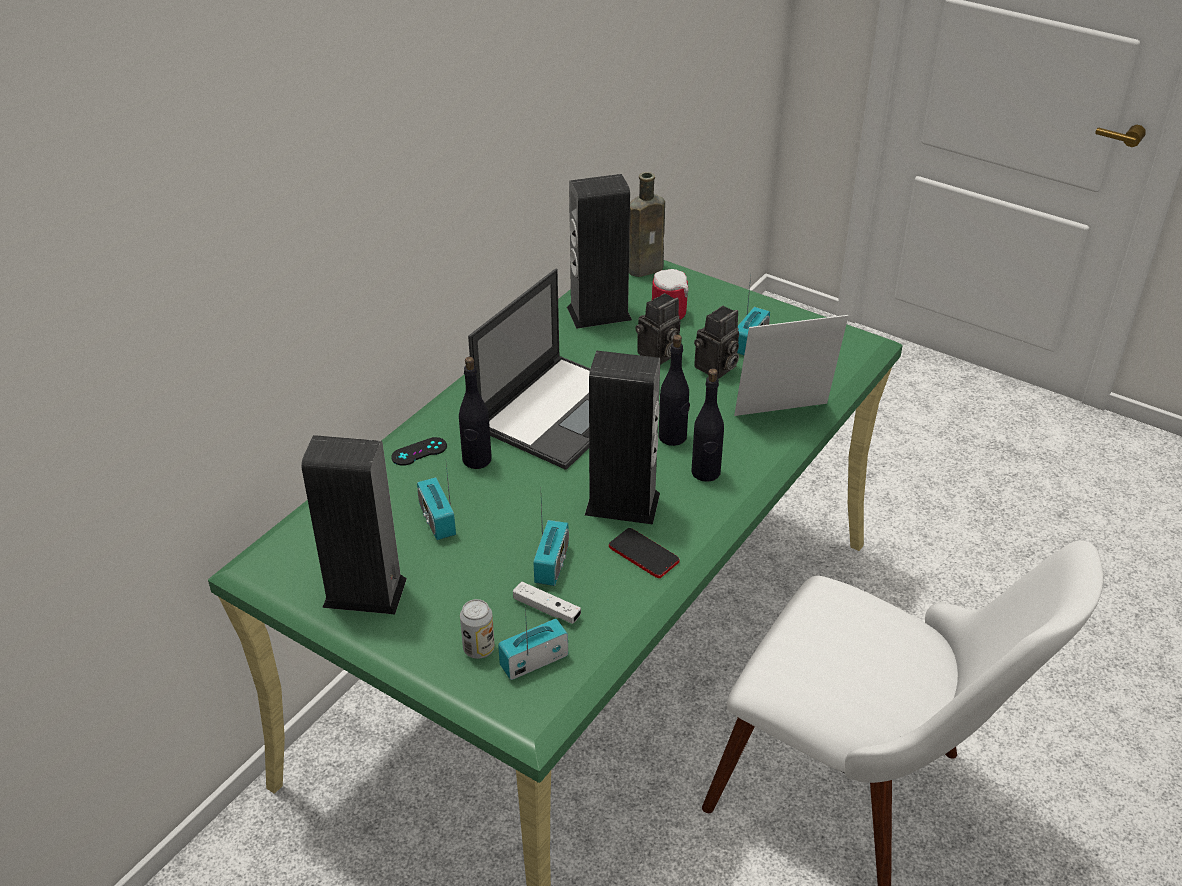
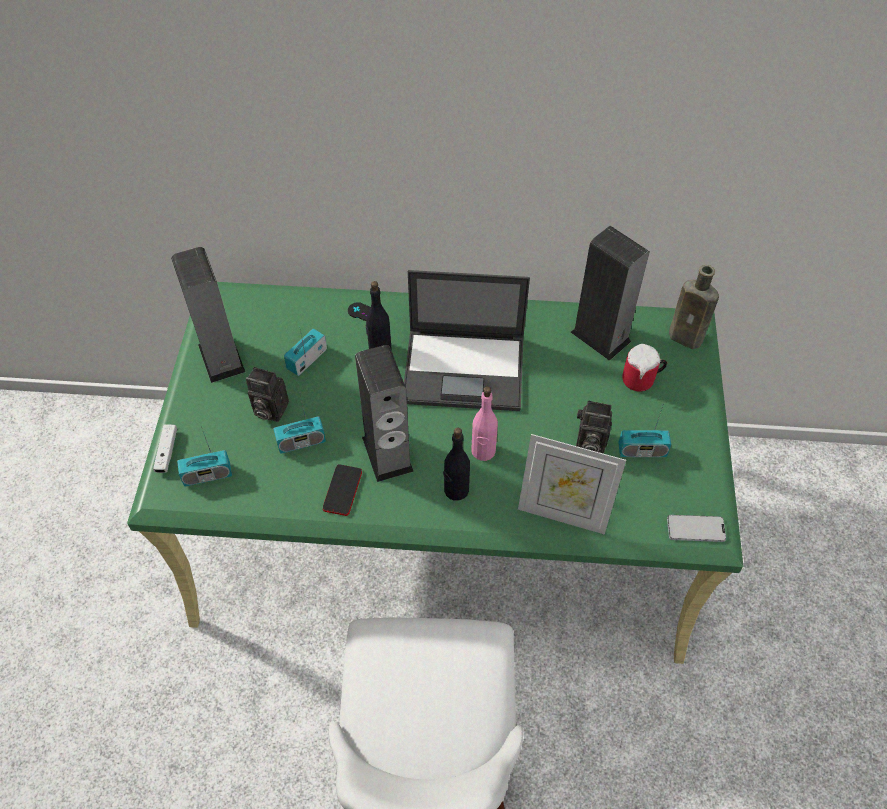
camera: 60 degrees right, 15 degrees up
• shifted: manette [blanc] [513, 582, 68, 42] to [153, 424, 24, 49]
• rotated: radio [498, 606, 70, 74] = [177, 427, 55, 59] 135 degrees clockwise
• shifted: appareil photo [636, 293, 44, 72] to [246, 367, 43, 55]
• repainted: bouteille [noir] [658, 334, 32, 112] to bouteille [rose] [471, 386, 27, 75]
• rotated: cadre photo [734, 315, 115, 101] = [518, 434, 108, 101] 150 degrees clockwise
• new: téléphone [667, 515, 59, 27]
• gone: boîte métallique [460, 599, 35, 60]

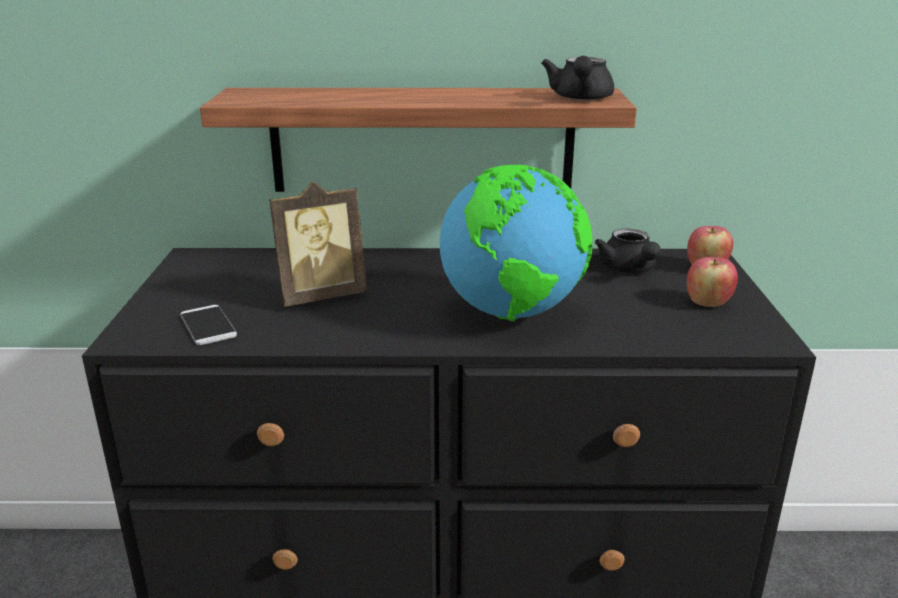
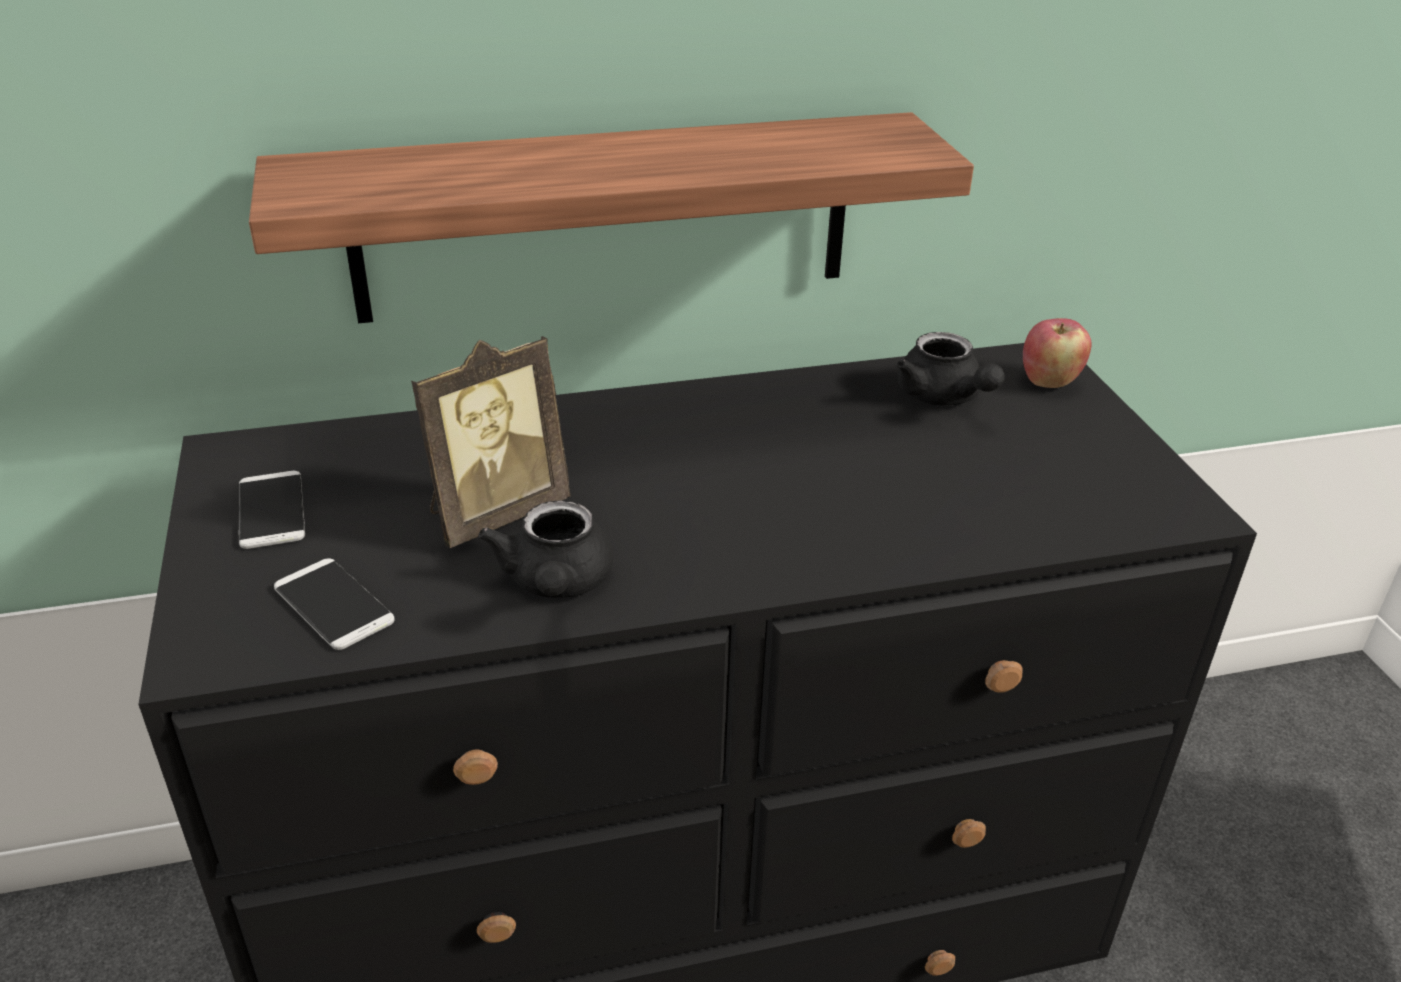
camera: 15 degrees left, 10 degrees up
• new: téléphone [239, 471, 66, 78]
• shifted: théière [noir] [541, 56, 73, 45] to [478, 500, 135, 98]
• gone: globe [440, 164, 152, 158]
• gone: pomme [687, 257, 51, 50]

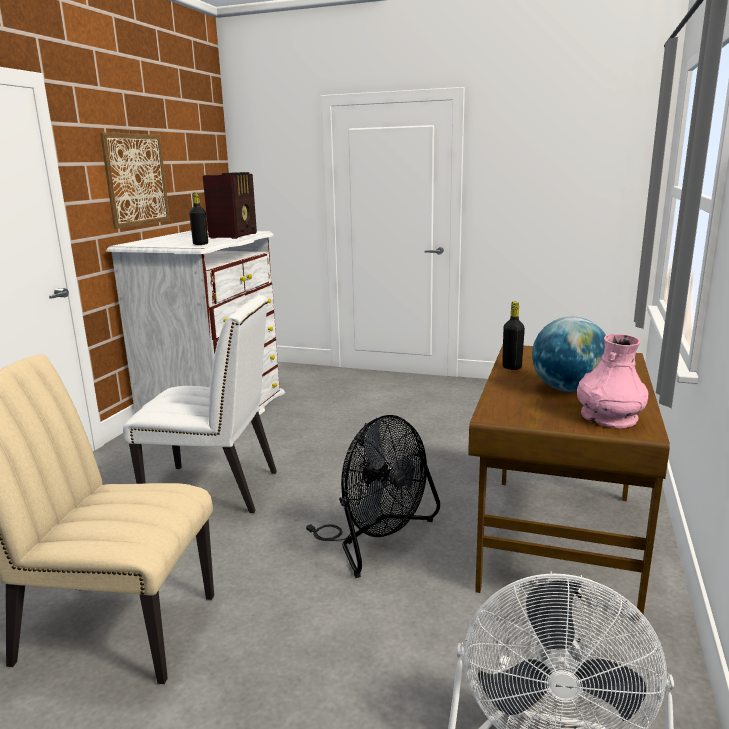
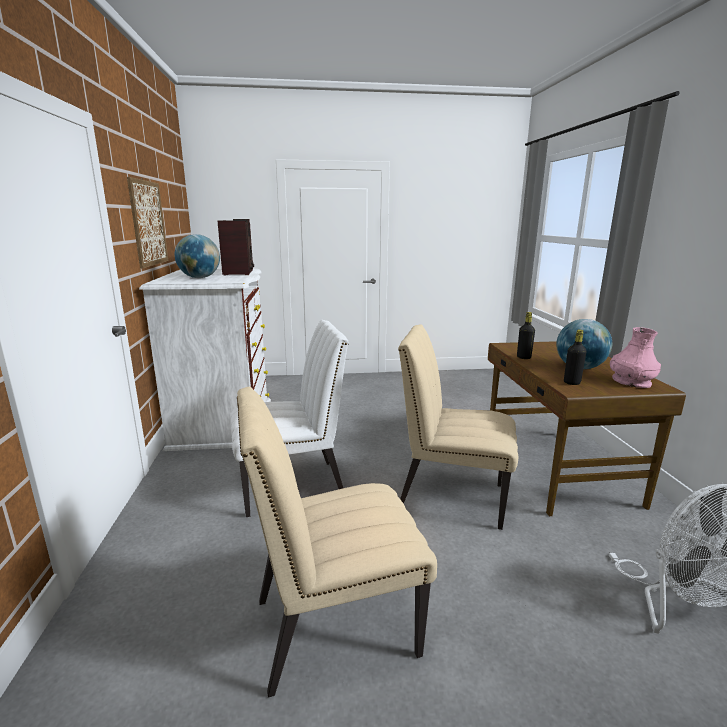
camera: 25 degrees left, 0 degrees up
• new: globe [175, 234, 45, 44]
• swapped: ventilateur [noir] [306, 415, 134, 163] to chaise [beige] [398, 324, 120, 206]
• shifted: bouteille [noir] [189, 192, 19, 53] to [564, 330, 22, 55]

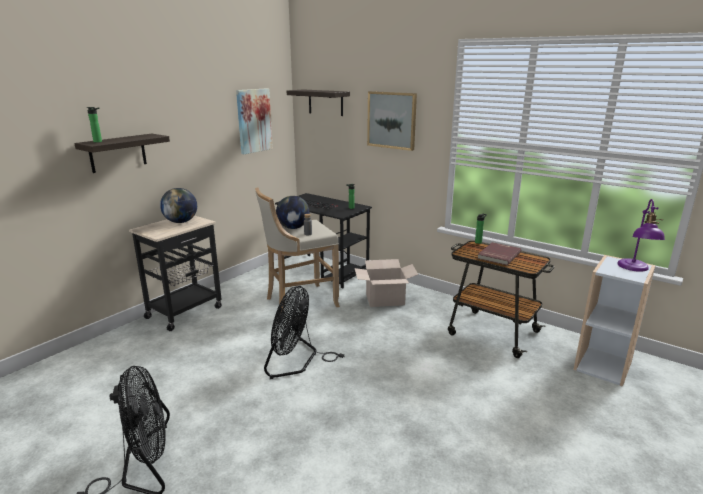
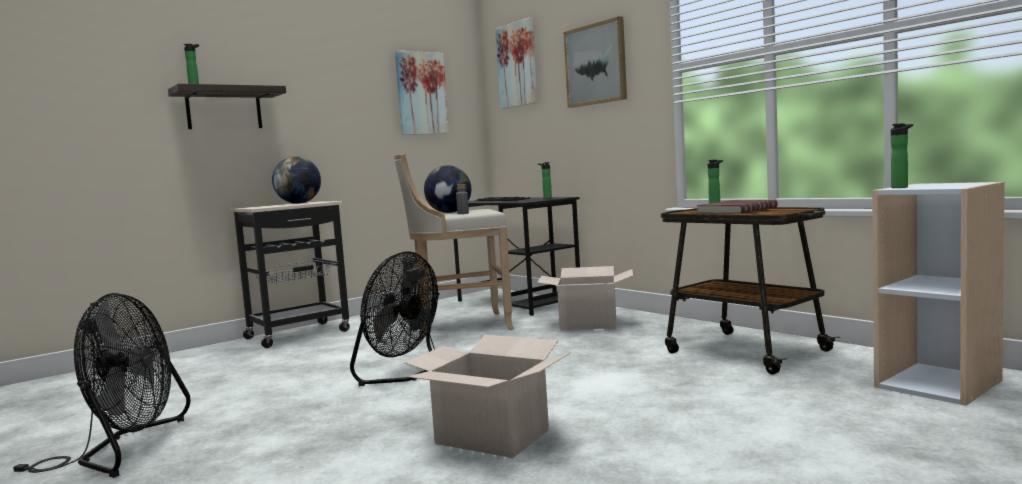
camera: 15 degrees right, 15 degrees down
• new: carton [404, 335, 167, 123]
• swapped: étagère [287, 89, 63, 27] to tableau [495, 17, 43, 92]
• new: bouteille [891, 123, 22, 65]
• gone: lampe de table [violet] [617, 199, 48, 73]

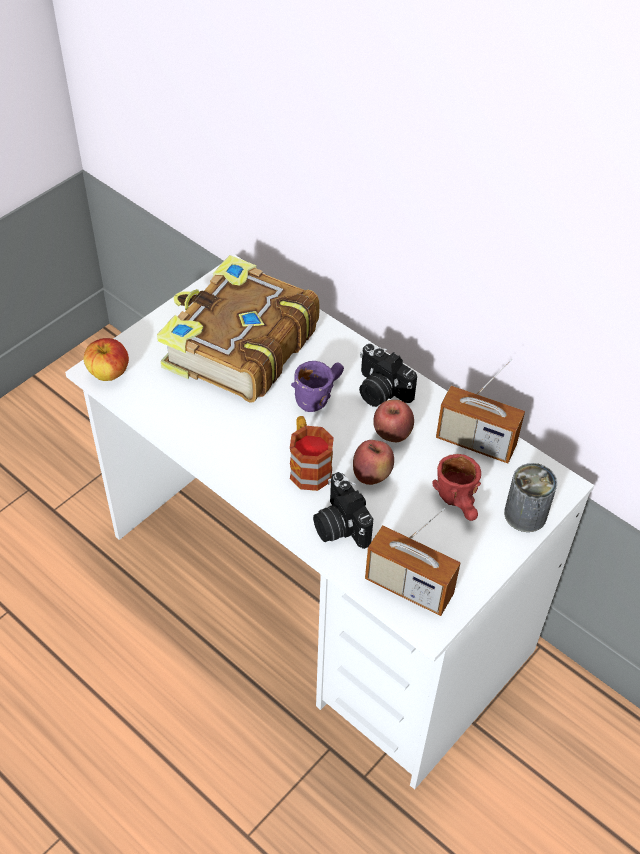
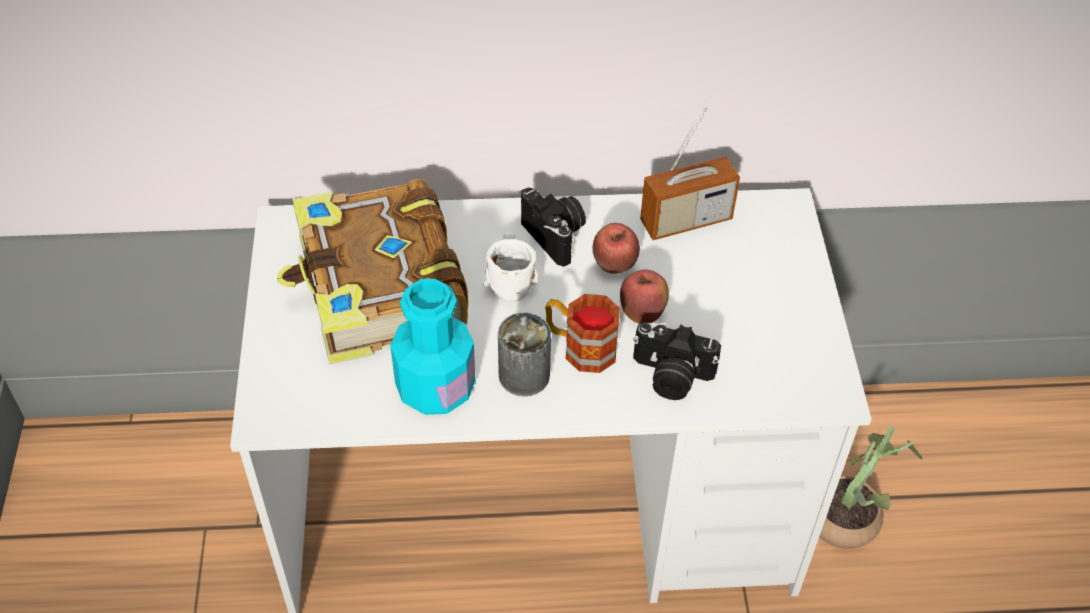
camera: 45 degrees left, 0 degrees up
• new: bouteille [turquoise] [390, 279, 85, 136]
• repainted: mug [violet] [291, 361, 53, 51] to mug [blanc] [483, 232, 55, 70]
• shifted: boîte métallique [504, 463, 53, 69] to [498, 312, 53, 84]
• rotated: appareil photo [359, 344, 58, 63] = [521, 187, 65, 80] 120 degrees counterclockwise
• new: plante en pot [819, 426, 103, 123]
• gone: pomme [84, 338, 45, 43]
• gone: radio [365, 508, 96, 108]
• gone: mug [rouge] [433, 454, 48, 67]

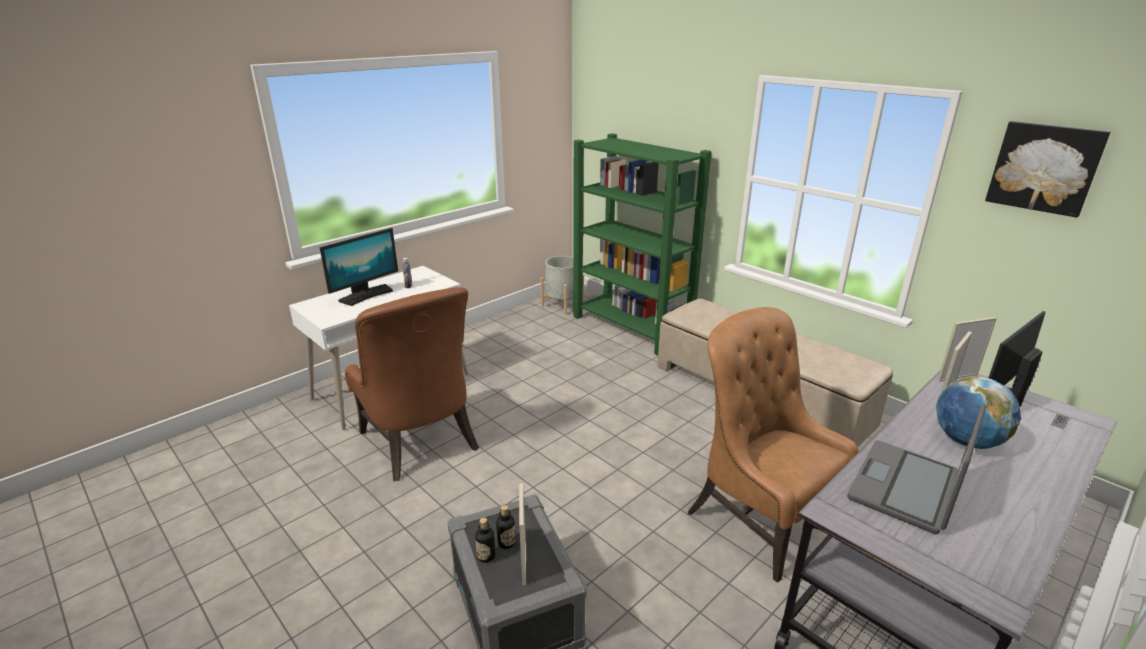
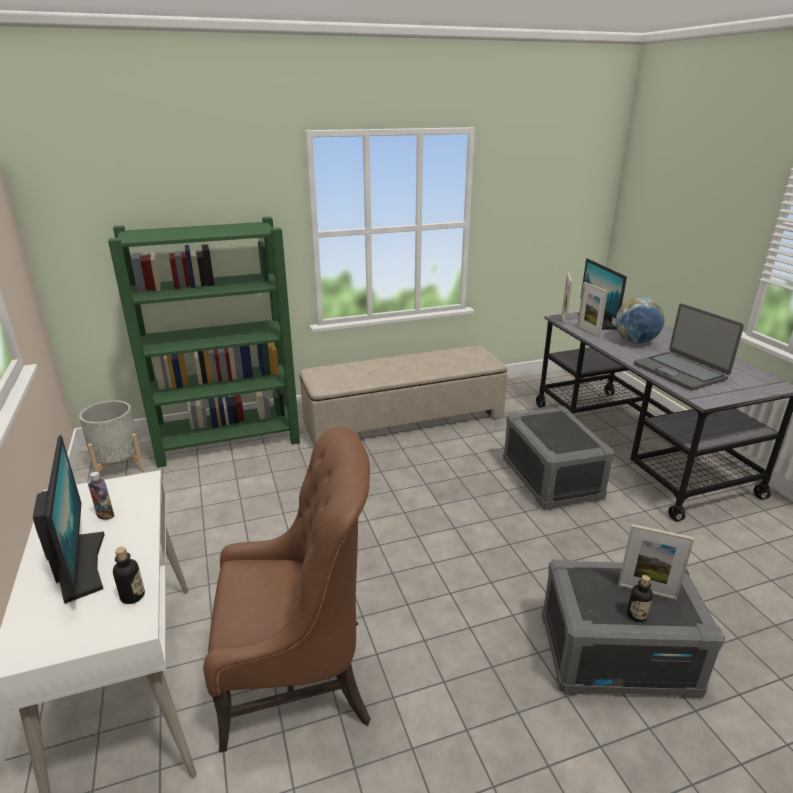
camera: 65 degrees left, 0 degrees up
• shifted: bouteille [496, 505, 20, 44] to [113, 547, 32, 57]
• swapped: chaise [marron] [687, 307, 172, 276] to boîte de rangement [gris] [503, 406, 112, 104]
• gone: tableau [985, 121, 126, 97]

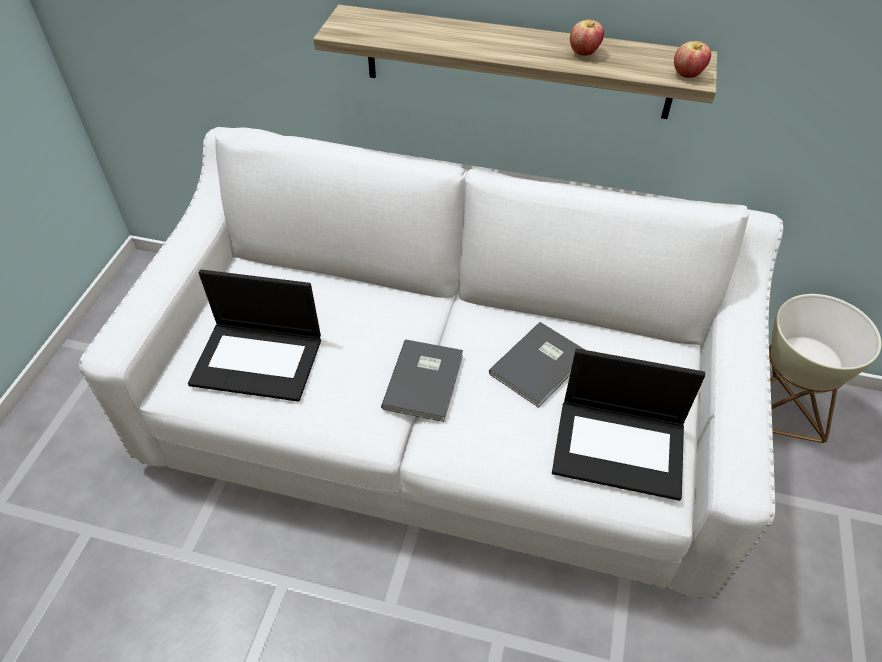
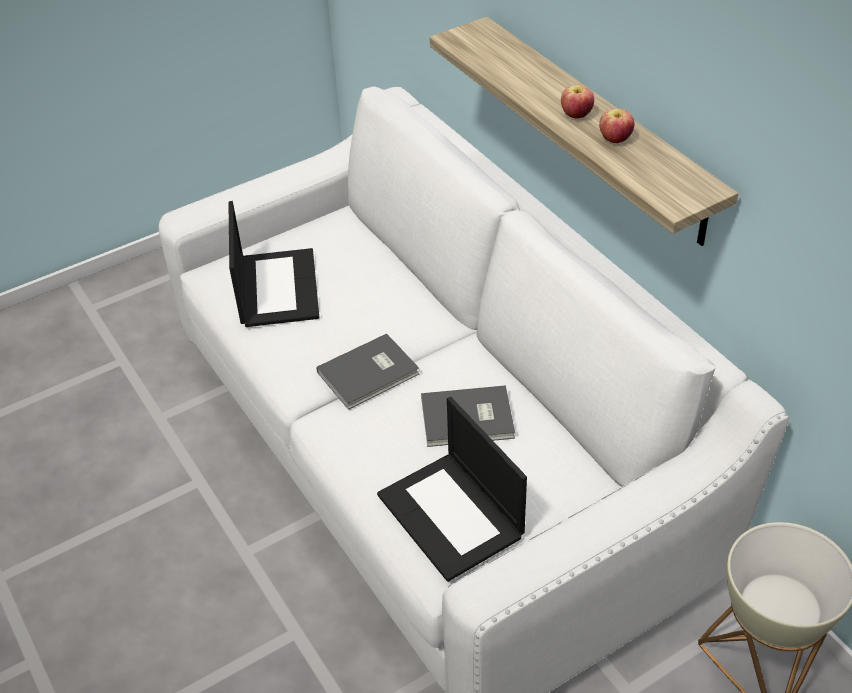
camera: 45 degrees right, 5 degrees down
• rotated: ordinateur portable [188, 270, 133, 132] = [228, 201, 91, 126] 150 degrees counterclockwise
• shifted: pomme [674, 41, 37, 37] to [561, 85, 33, 34]

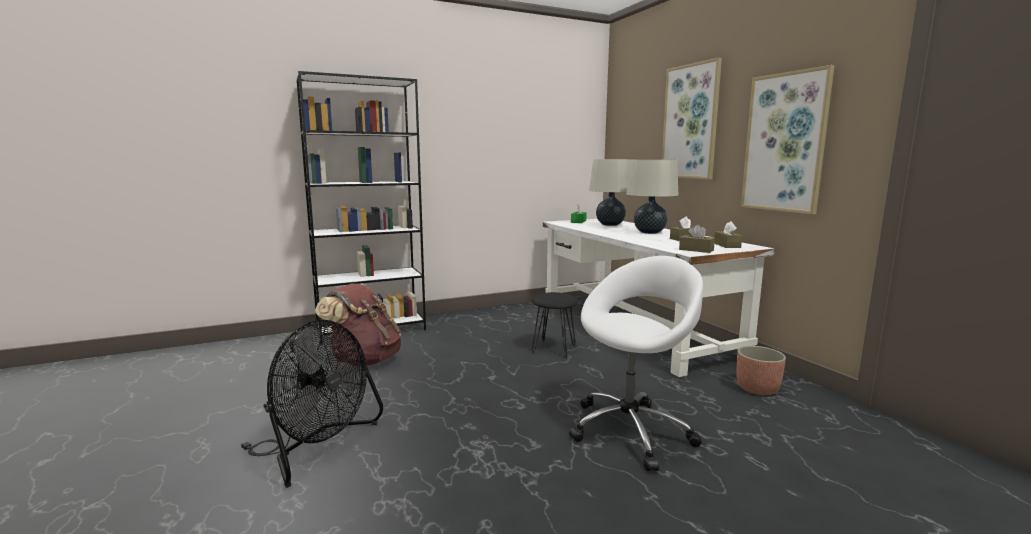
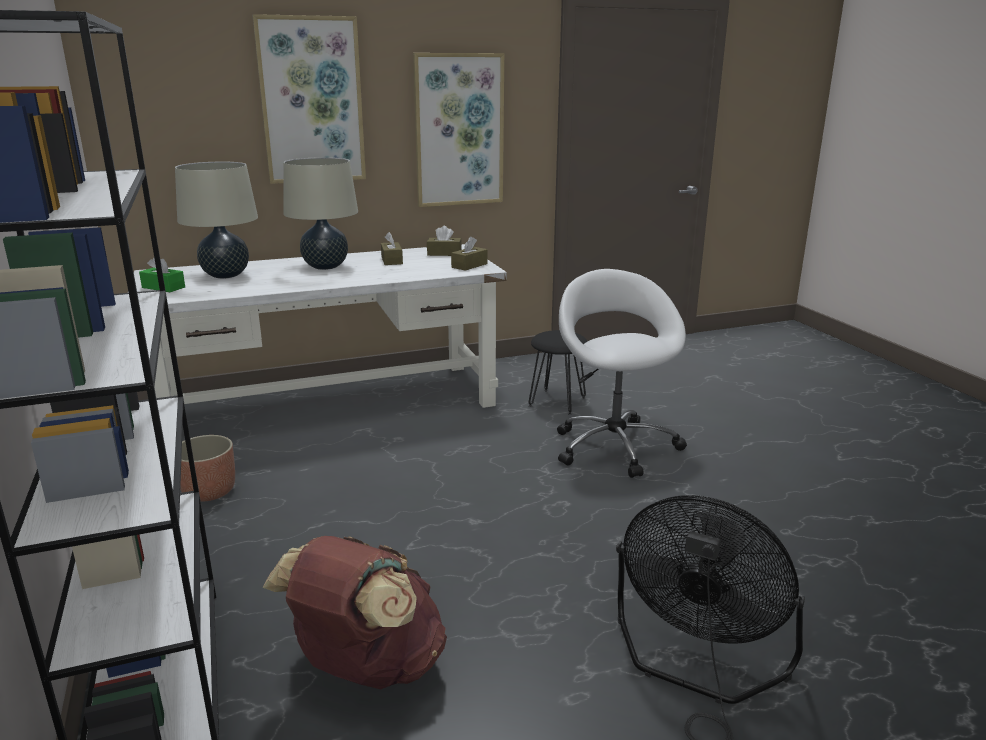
camera: 85 degrees left, 10 degrees up
• shifted: cache-pot [736, 346, 50, 49] to [180, 435, 55, 67]
• shifted: tabouret [noir] [532, 292, 46, 66] to [528, 330, 60, 84]

